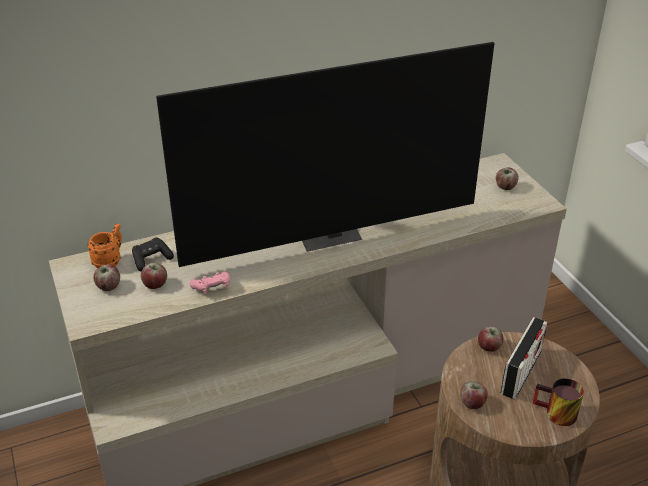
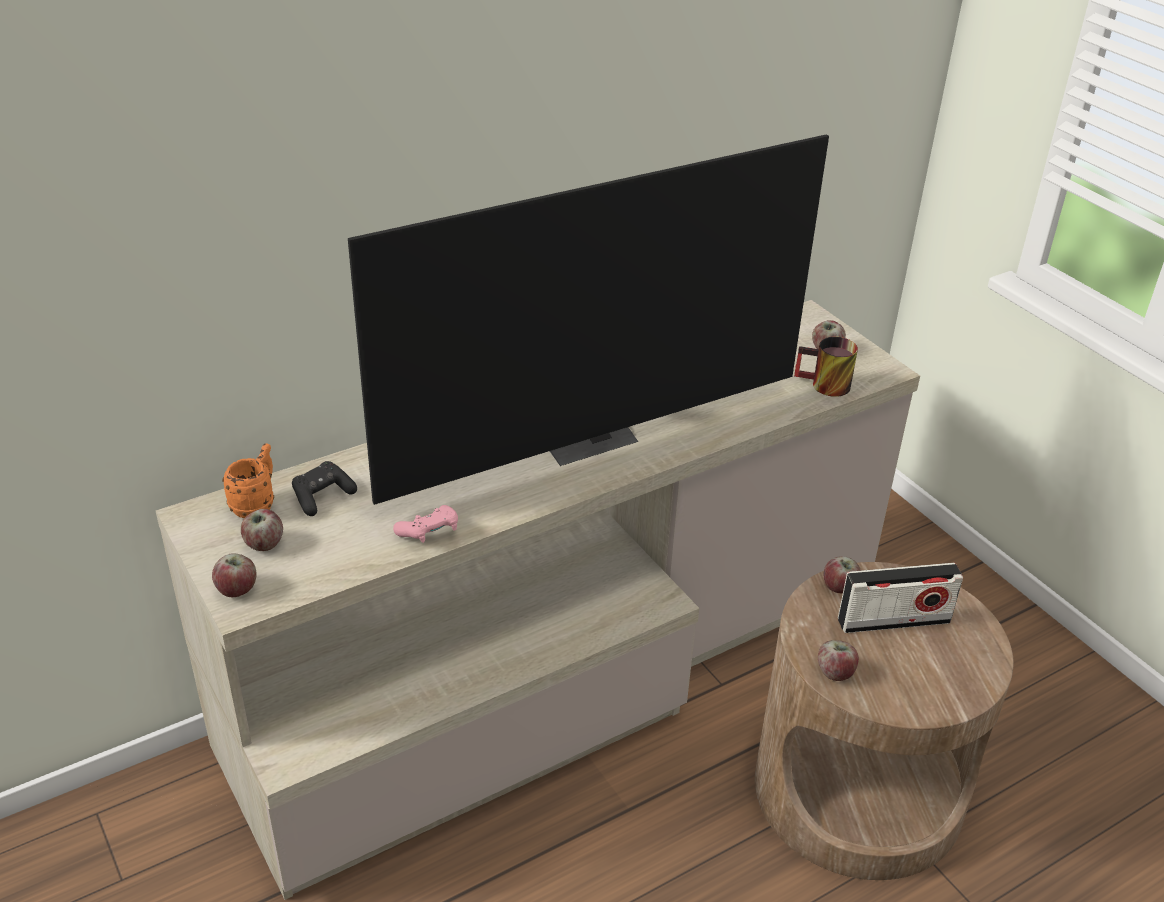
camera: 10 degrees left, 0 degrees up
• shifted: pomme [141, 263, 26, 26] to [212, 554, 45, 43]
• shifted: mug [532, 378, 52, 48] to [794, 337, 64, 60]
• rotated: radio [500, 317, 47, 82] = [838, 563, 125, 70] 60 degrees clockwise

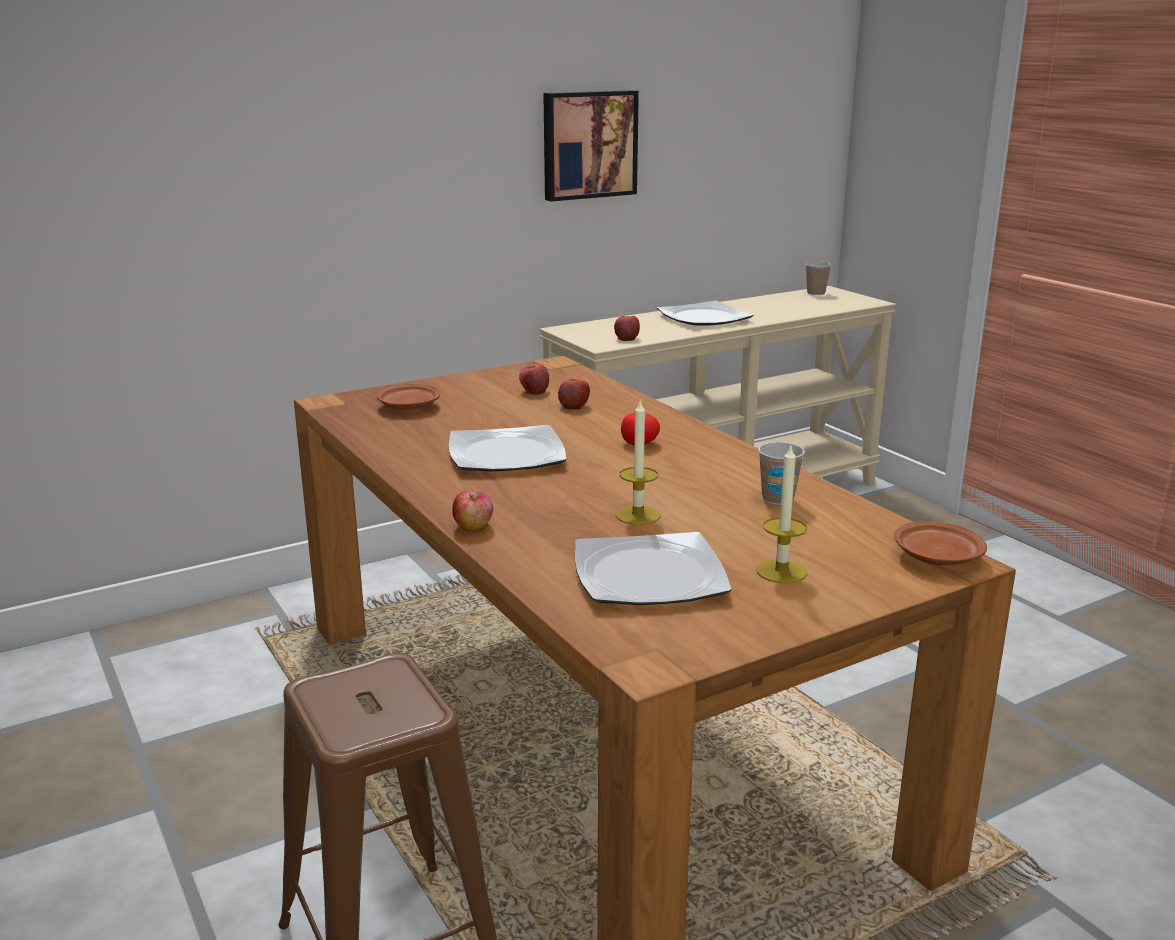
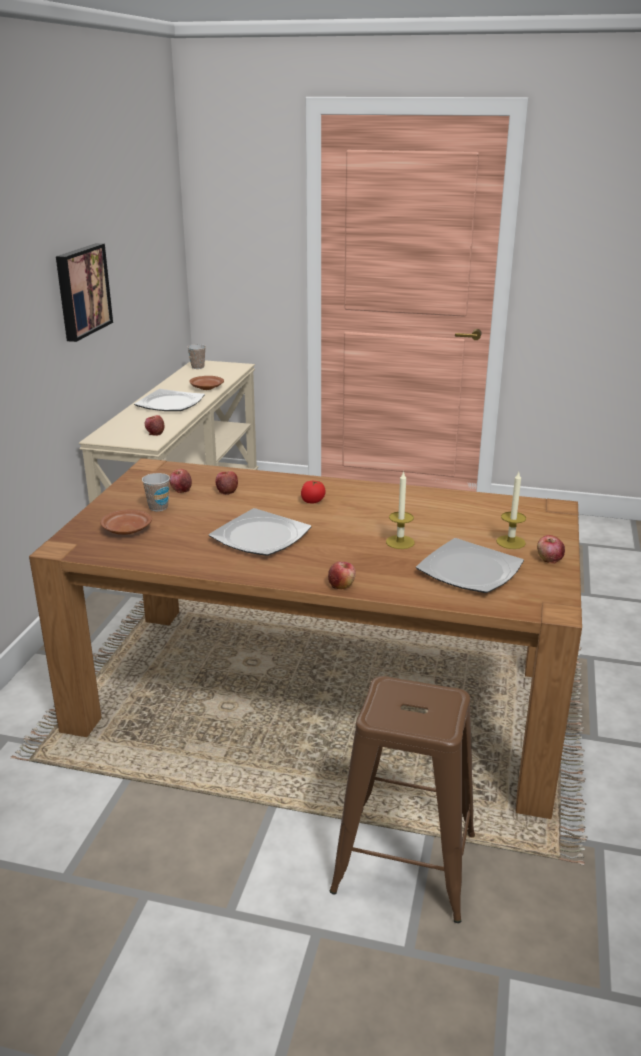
camera: 45 degrees left, 5 degrees up
• shifted: tasse [758, 442, 47, 63] to [142, 473, 28, 38]
• shifted: assiette [marron] [894, 521, 93, 44] to [189, 376, 35, 14]
• new: pomme [537, 535, 28, 29]

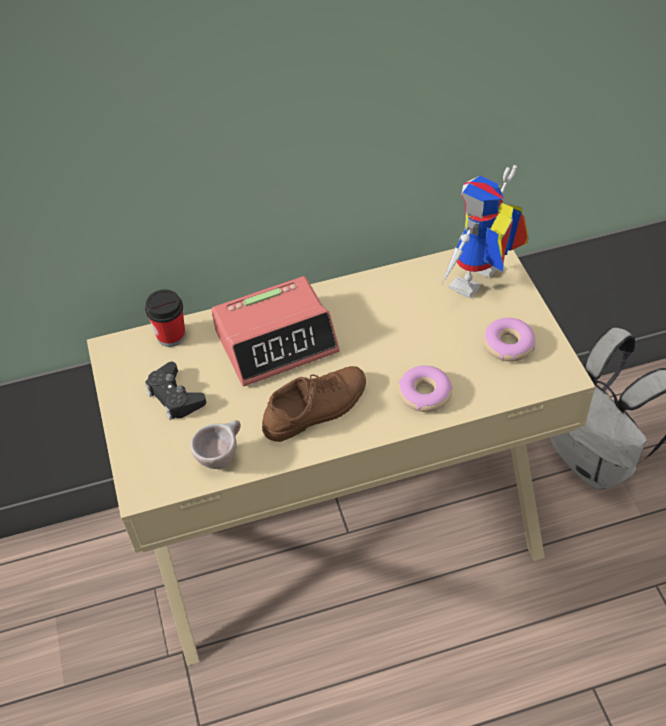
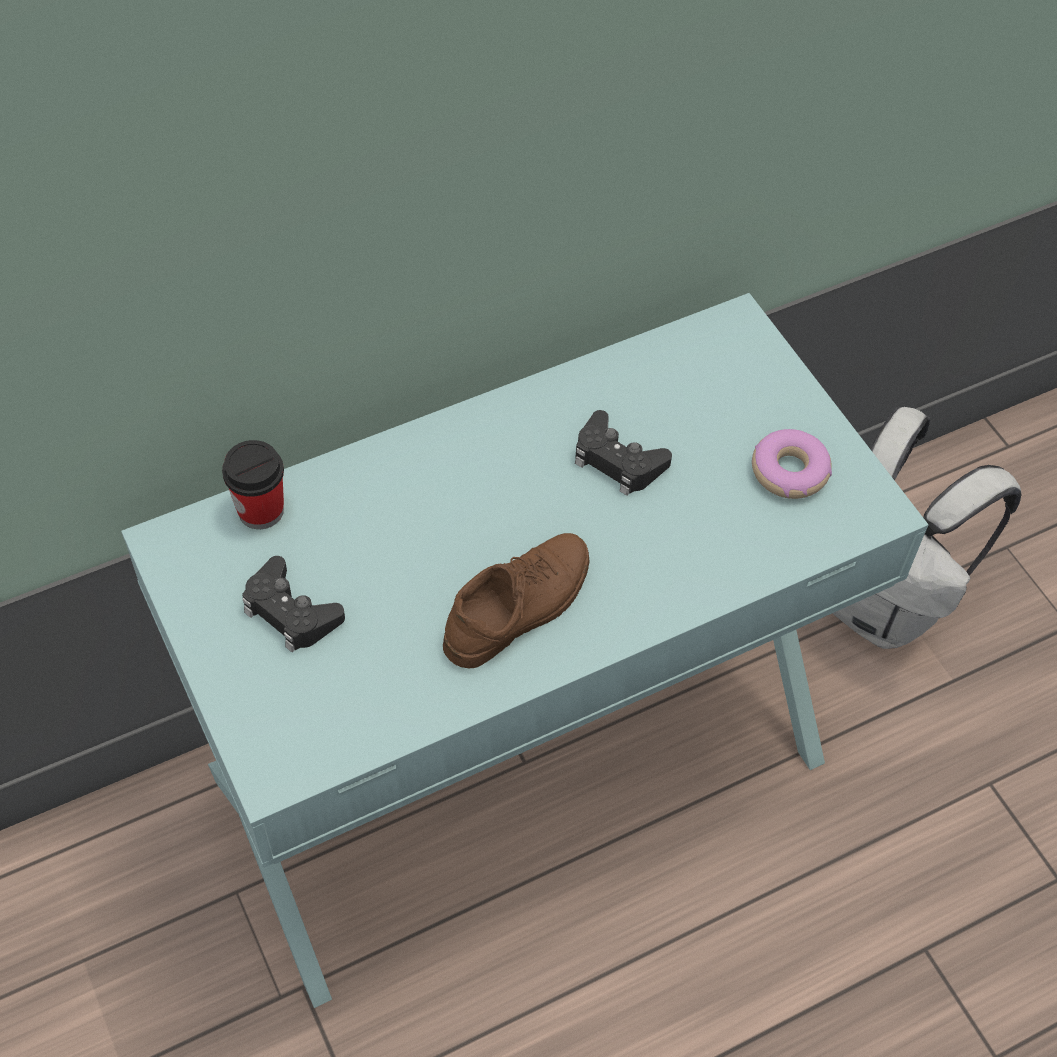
camera: 15 degrees left, 5 degrees up
• repainted: bureau [beige] [87, 249, 508, 417] to bureau [turquoise] [121, 293, 807, 715]
• new: manette [noir] [575, 410, 97, 86]
• gone: tasse [beige] [190, 420, 51, 49]
• gone: réveil [211, 276, 129, 110]
• gone: beignet [398, 366, 55, 46]
• gone: robot jouet [441, 165, 88, 133]

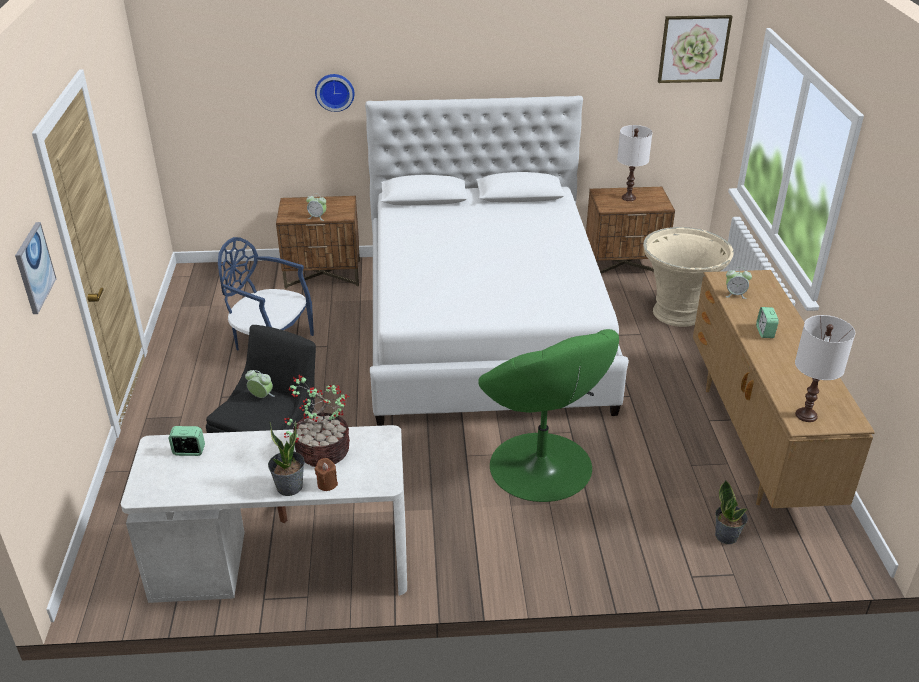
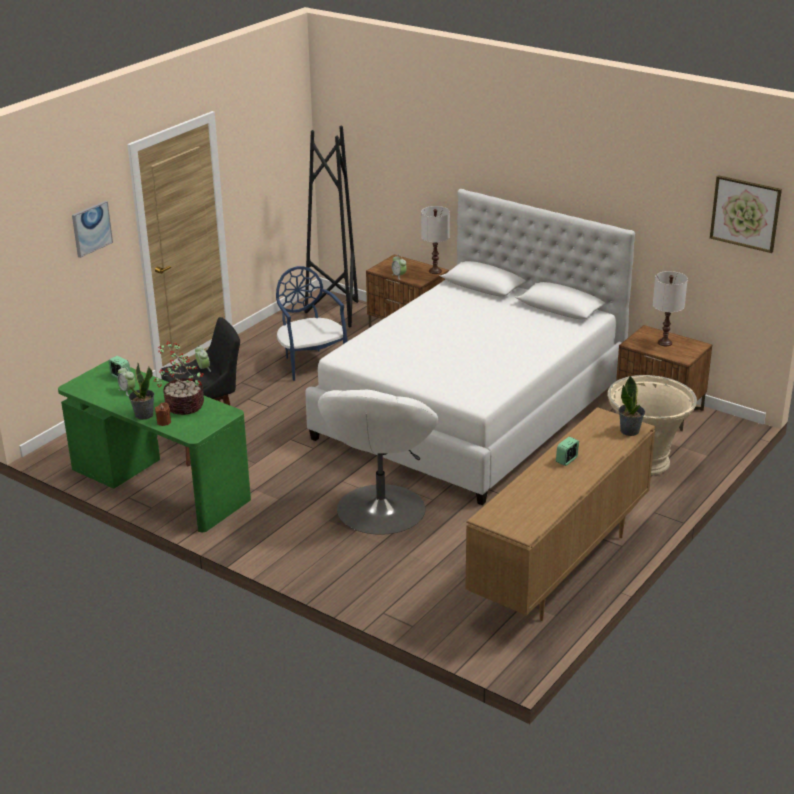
camera: 40 degrees right, 5 degrees down
• repainted: bureau [blanc] [121, 425, 286, 178] to bureau [vert] [58, 361, 193, 171]
• shifted: réveil [725, 267, 27, 32] to [118, 366, 17, 30]
• new: portant [noir] [305, 125, 53, 202]
• repainted: fauteuil [vert] [478, 329, 141, 173] to fauteuil [blanc] [318, 390, 120, 145]
• shifted: lampe de table [blanc] [795, 315, 60, 107] to [421, 206, 29, 68]
• shifted: plante en pot [715, 480, 33, 64] to [618, 375, 27, 61]
• gone: horloge murale [315, 74, 39, 38]

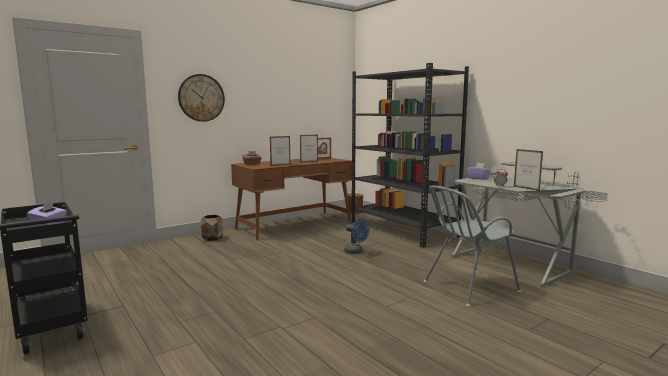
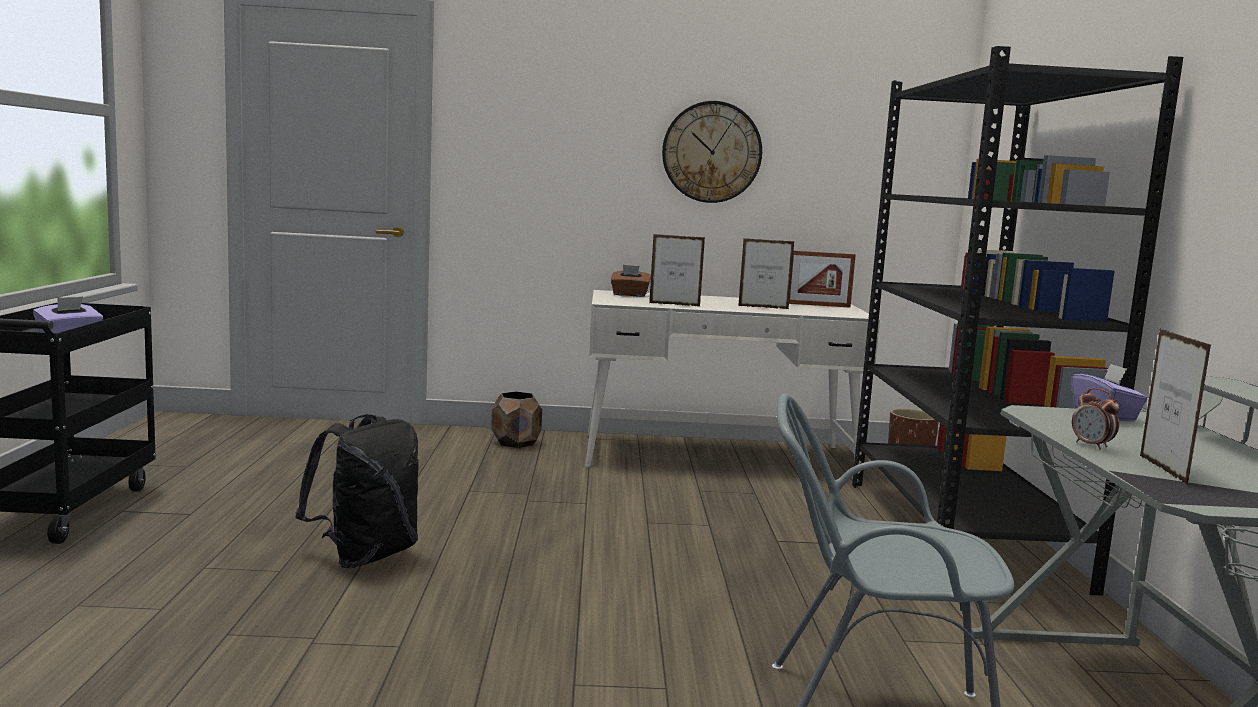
camera: 35 degrees right, 0 degrees up
• new: sac à dos [noir] [296, 414, 123, 154]
• repainted: bureau [marron] [231, 158, 121, 82] to bureau [blanc] [585, 290, 295, 184]
• shifted: horloge murale [178, 74, 47, 48] to [662, 101, 100, 102]
• gone: ventilateur [bleu] [344, 218, 26, 36]

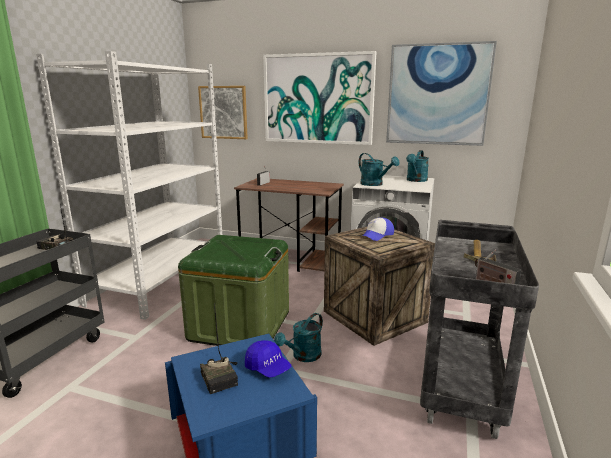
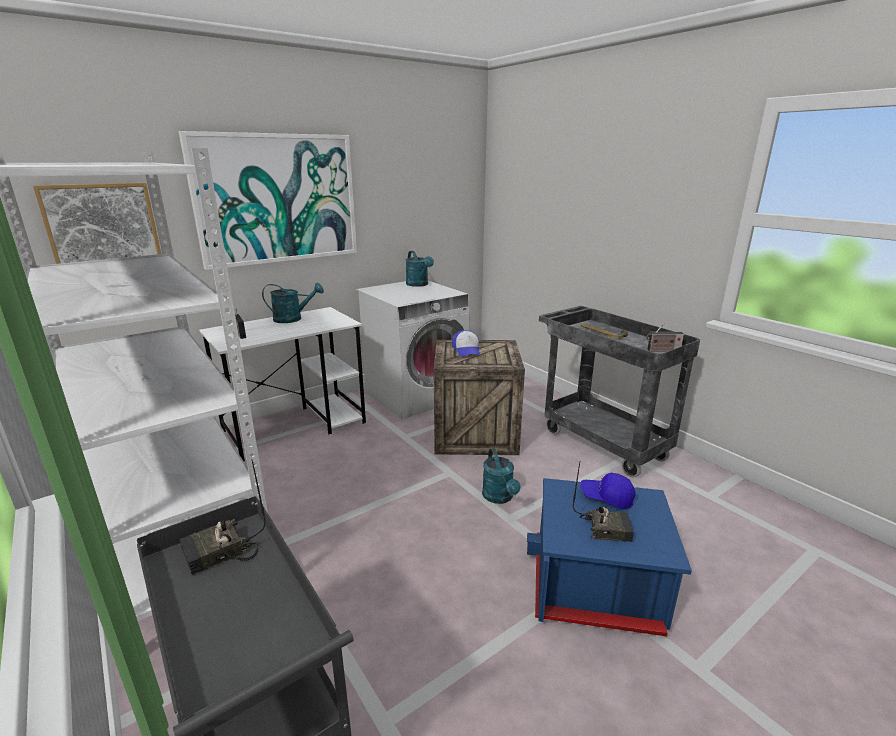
camera: 55 degrees left, 5 degrees up
• repainted: bureau [marron] [234, 178, 110, 94] to bureau [blanc] [199, 307, 167, 154]
• shifted: arrosoir [turquoise] [359, 153, 41, 33] to [262, 283, 62, 40]
• rotated: casquette [bleu] [245, 340, 46, 38] = [580, 472, 56, 37] 150 degrees counterclockwise
• gone: boîte de rangement [vert] [178, 235, 111, 111]
• gone: tableau [386, 41, 111, 105]

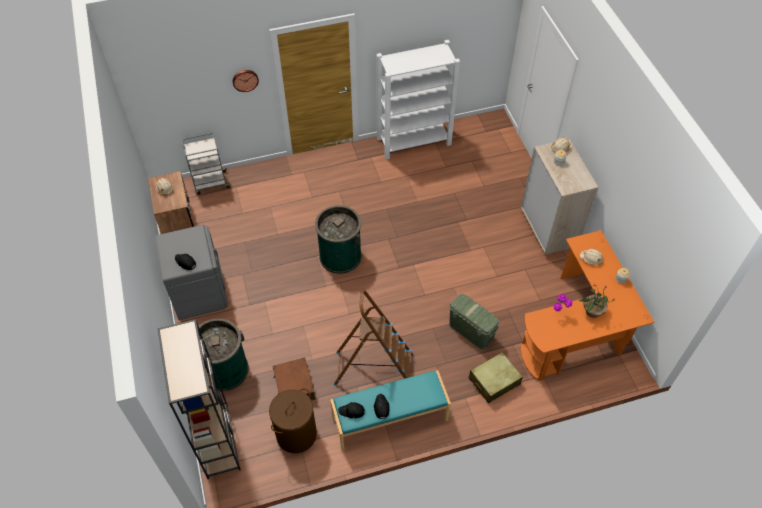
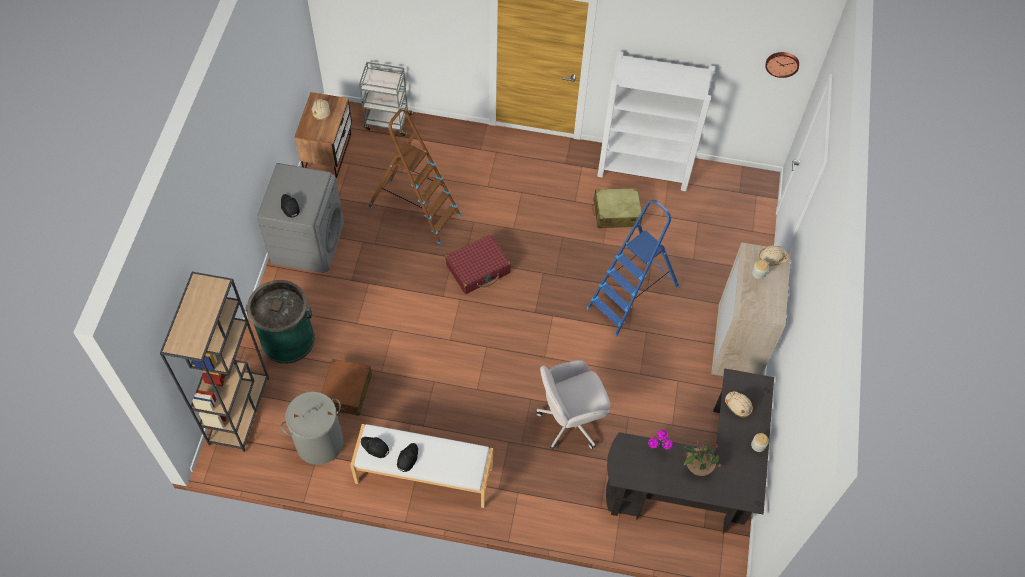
camera: 25 degrees right, 5 degrees up
• repainted: panier à linge [marron] [269, 389, 48, 64] to panier à linge [gris] [281, 392, 62, 73]
• repainted: banc [turquoise] [330, 370, 121, 81] to banc [blanc] [350, 424, 143, 84]
• shifted: escabeau [marron] [333, 291, 81, 95] to [367, 109, 94, 135]
• swapped: poubelle [vert] [315, 205, 47, 69] to valise [rouge] [445, 235, 66, 59]
• swapped: boîte de rangement [vert] [449, 294, 50, 55] to chaise de bureau [blanc] [536, 360, 74, 90]
• new: escabeau [bleu] [587, 200, 92, 137]
• shifted: valise [beige] [469, 352, 54, 51] to [592, 188, 51, 40]
• repainted: bureau [orange] [521, 230, 133, 151] to bureau [noir] [606, 368, 168, 166]
• shifted: horloge murale [233, 70, 26, 22] to [765, 52, 34, 26]

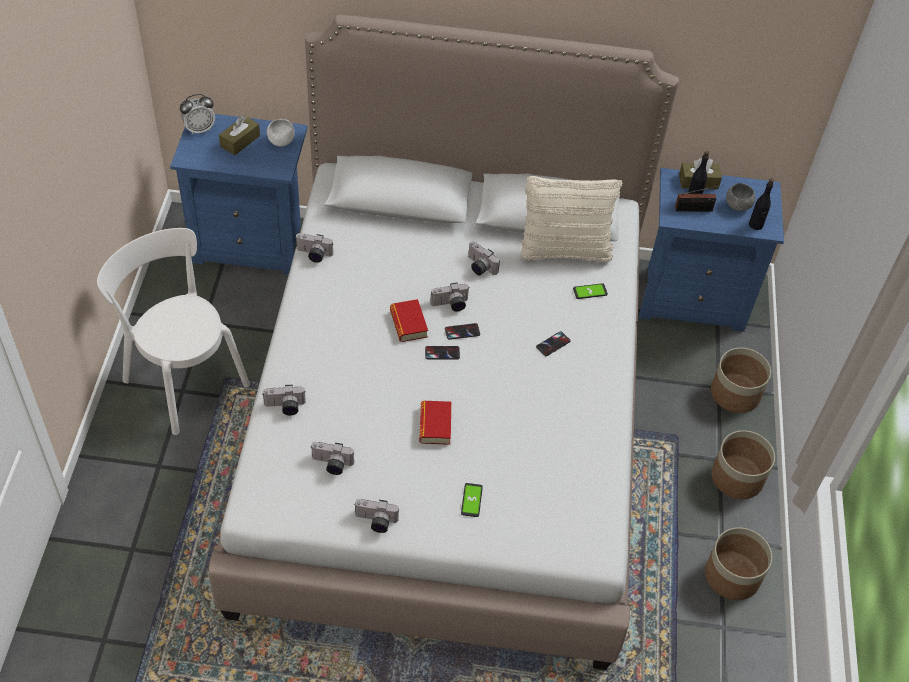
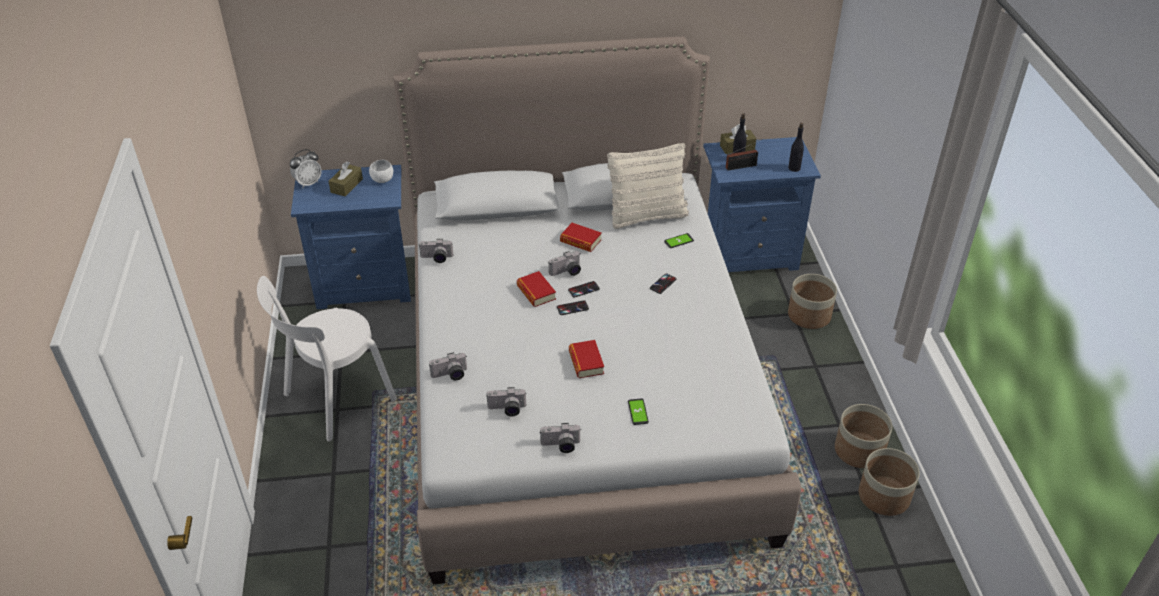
camera: 10 degrees left, 10 degrees down
• rotated: chaise [blanc] [97, 228, 153, 207] = [257, 276, 140, 165] 75 degrees counterclockwise
• swapped: appareil photo [468, 241, 32, 34] to livre [560, 223, 42, 29]
• shifted: cache-pot [711, 430, 64, 69] to [859, 448, 61, 68]
• gone: bol [gris] [726, 183, 29, 28]

